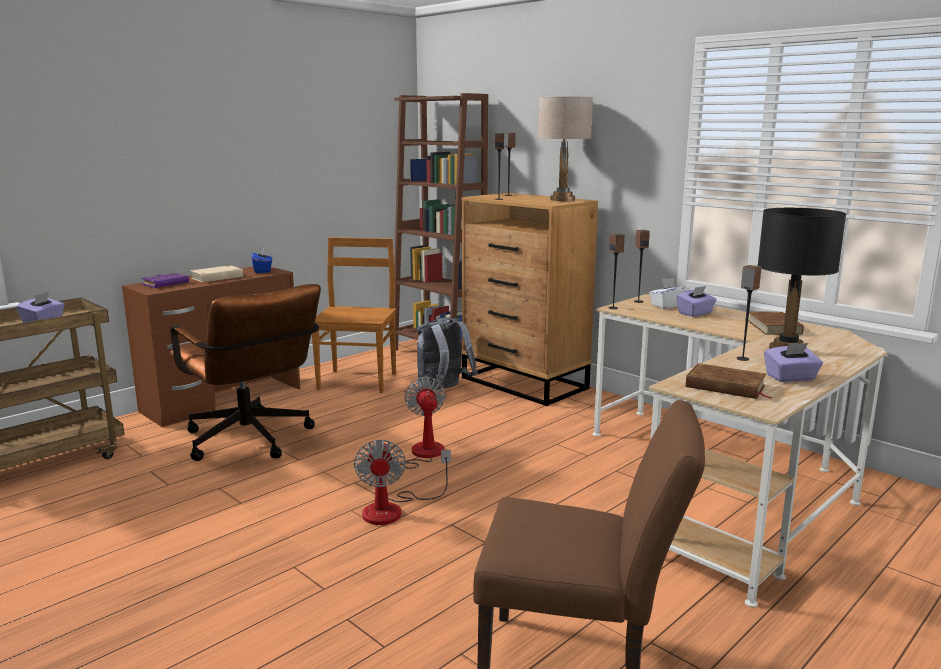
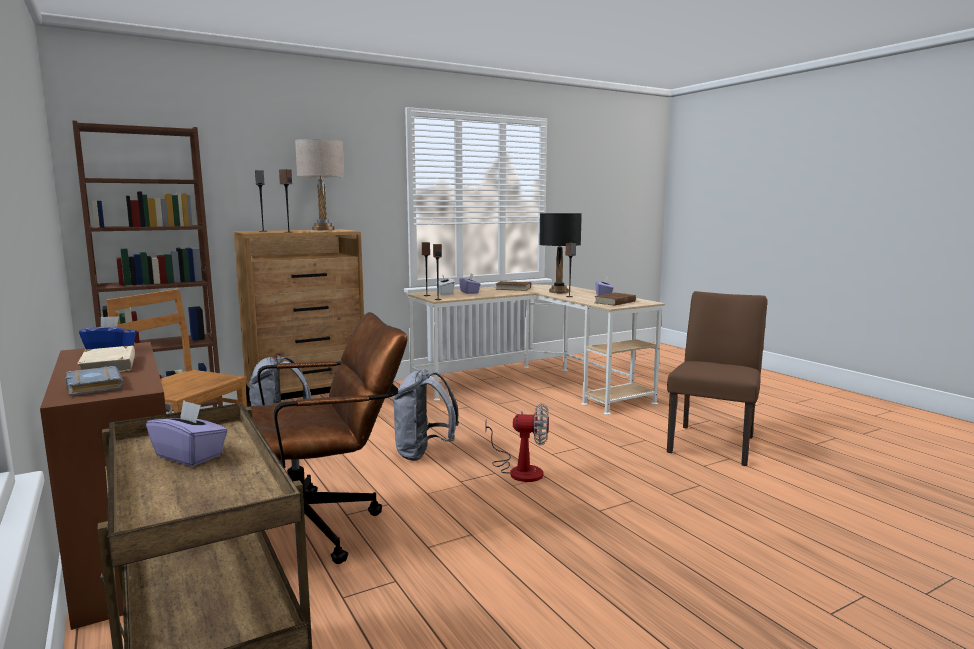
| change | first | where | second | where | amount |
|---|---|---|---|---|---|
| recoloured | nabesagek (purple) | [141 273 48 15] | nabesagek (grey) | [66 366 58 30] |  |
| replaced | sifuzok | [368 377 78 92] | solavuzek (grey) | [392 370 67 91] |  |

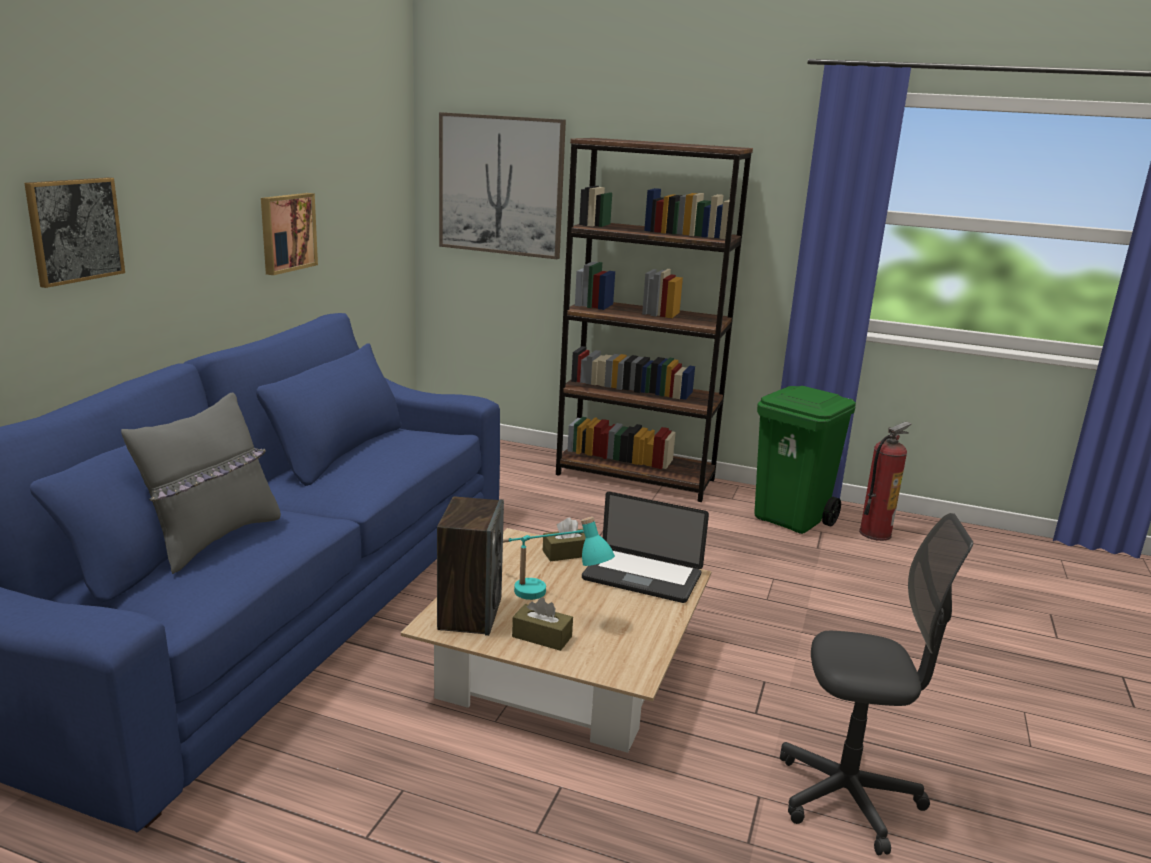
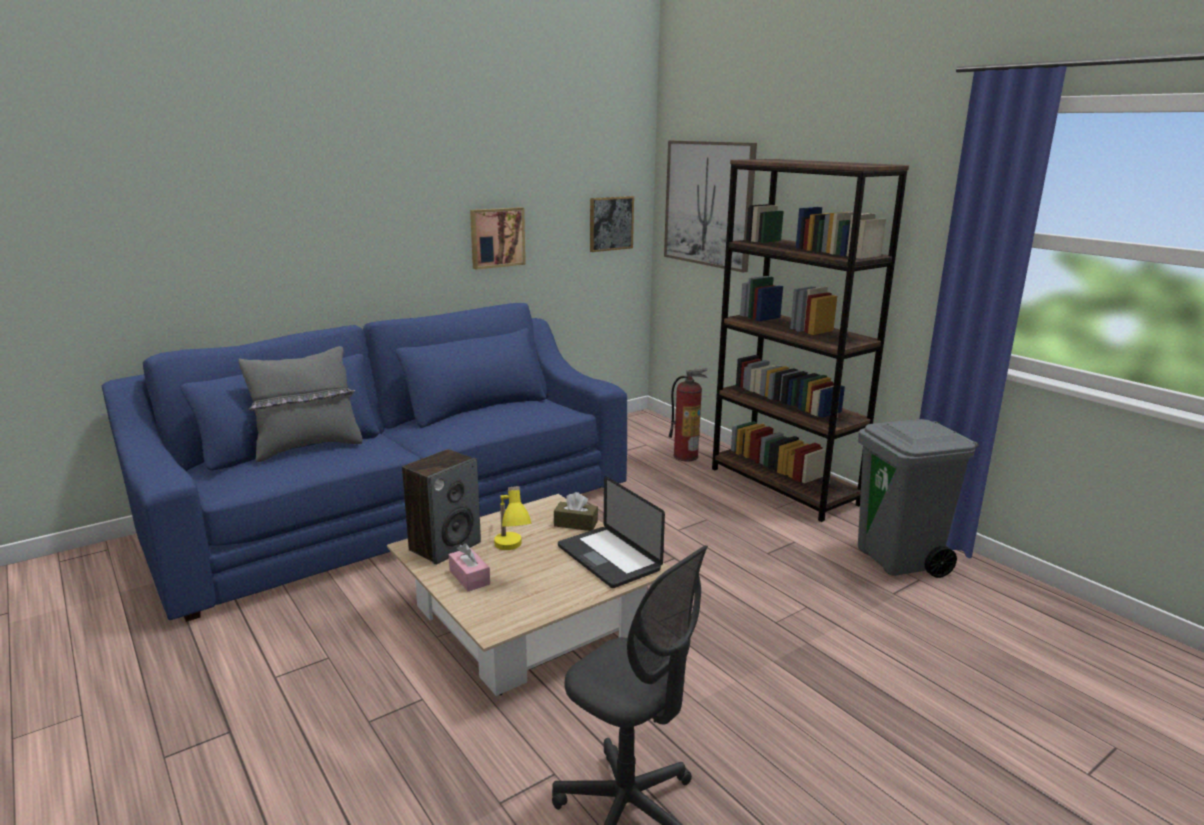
| change | first | where | second | where | amount |
|---|---|---|---|---|---|
| moved | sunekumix | [24 177 101 111] |  | [590 196 44 56] |  |
| recoloured | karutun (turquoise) | [503 517 112 83] | karutun (yellow) | [494 486 37 64] |  |
| recoloured | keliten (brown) | [512 597 61 54] | keliten (pink) | [449 543 41 48] |  |
| recoloured | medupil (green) | [754 386 102 148] | medupil (grey) | [858 419 121 159] |  |
| moved | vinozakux | [859 422 52 119] |  | [669 368 39 93] |  |

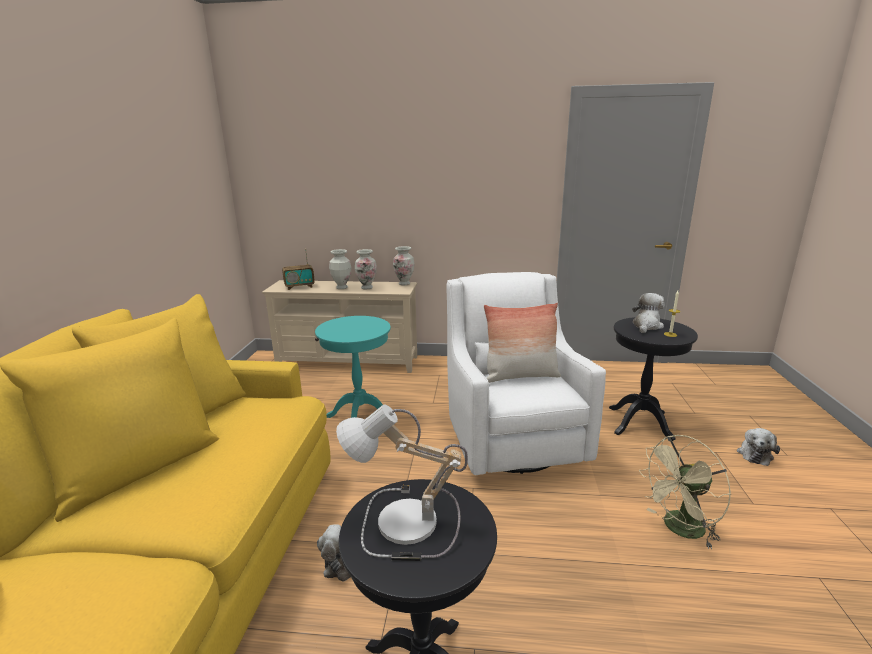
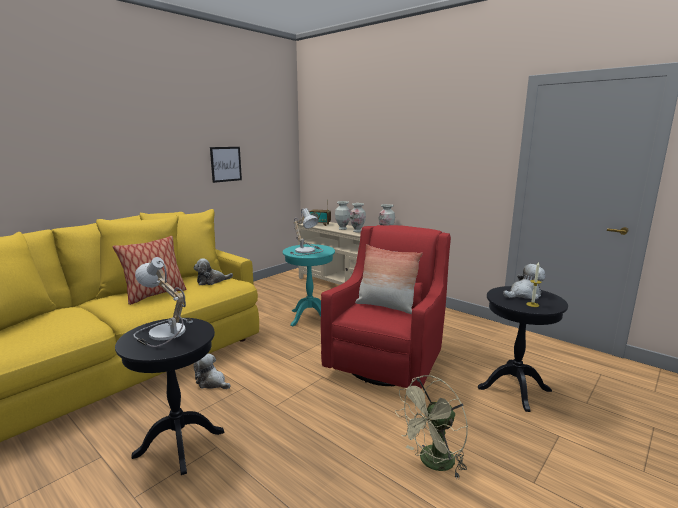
| change | first | where | second | where | amount |
|---|---|---|---|---|---|
| recoloured | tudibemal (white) | [446 272 160 203] | tudibemal (red) | [321 225 130 164] |  |
| turned | sifuzok (beige) | [639 435 92 115] |  | [395 375 73 104] | 45 degrees counterclockwise |
| moved | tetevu | [737 428 43 38] |  | [194 258 39 27] |  |
| added |  |  | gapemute | [113 236 74 69] |  |
| added |  |  | sunekumix | [210 147 32 36] |  |
| added |  |  | karutun | [290 208 33 48] |  |

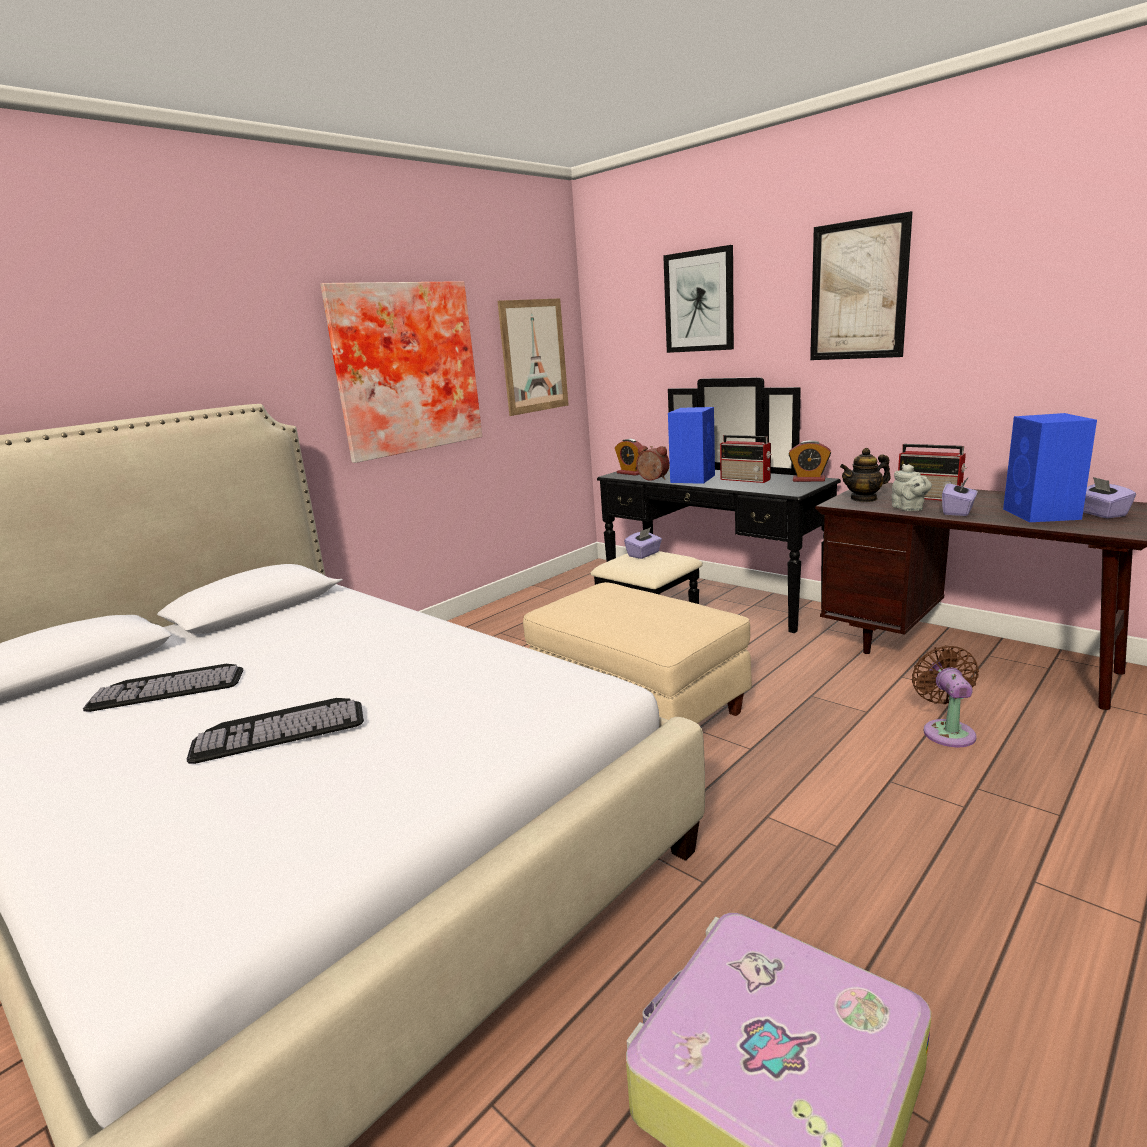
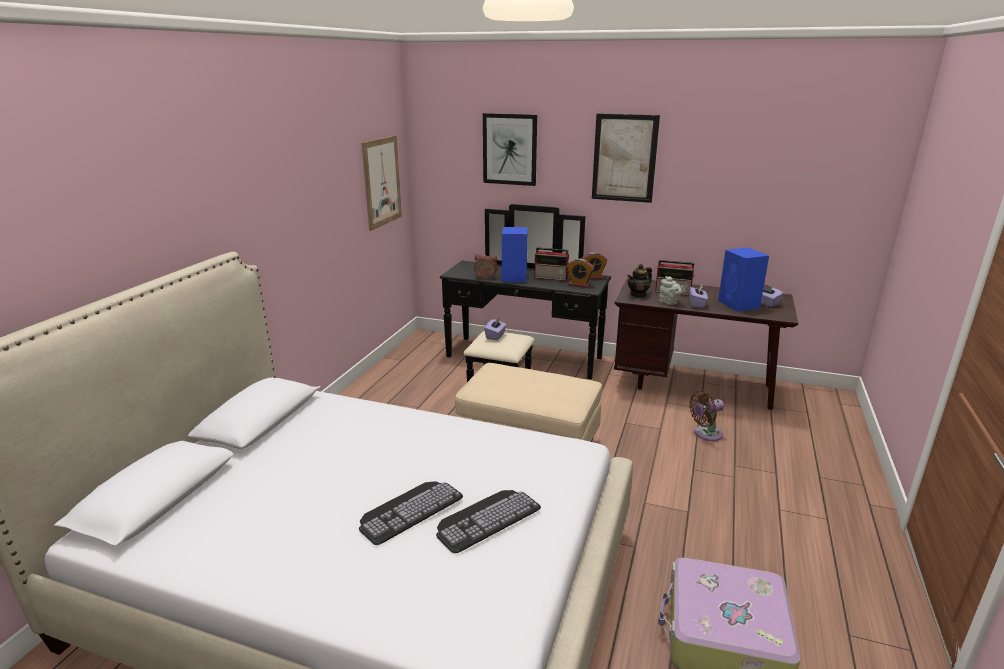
| change | first | where | second | where | amount |
|---|---|---|---|---|---|
| moved | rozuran | [83 664 160 48] |  | [436 490 105 63] |  |
| removed | sunekumix | [320 281 162 182] |  |  |  |
| moved | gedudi | [615 439 28 37] |  | [567 259 27 29] |  |
| turned | sifuzok (brown) | [912 645 67 102] |  | [689 391 35 50] | 90 degrees counterclockwise |

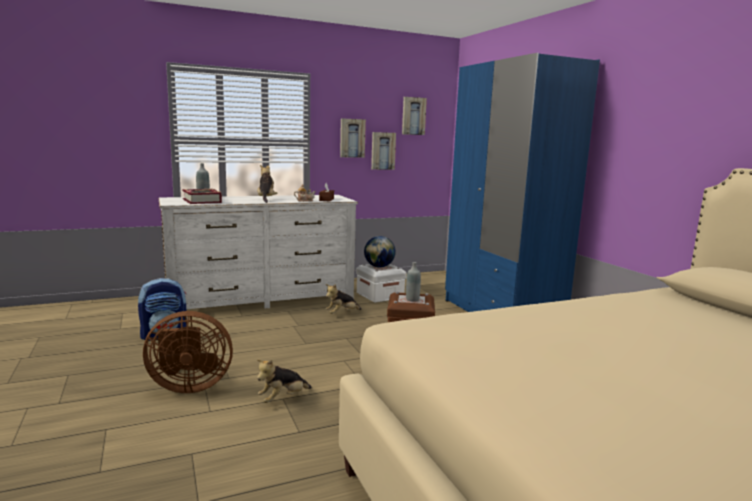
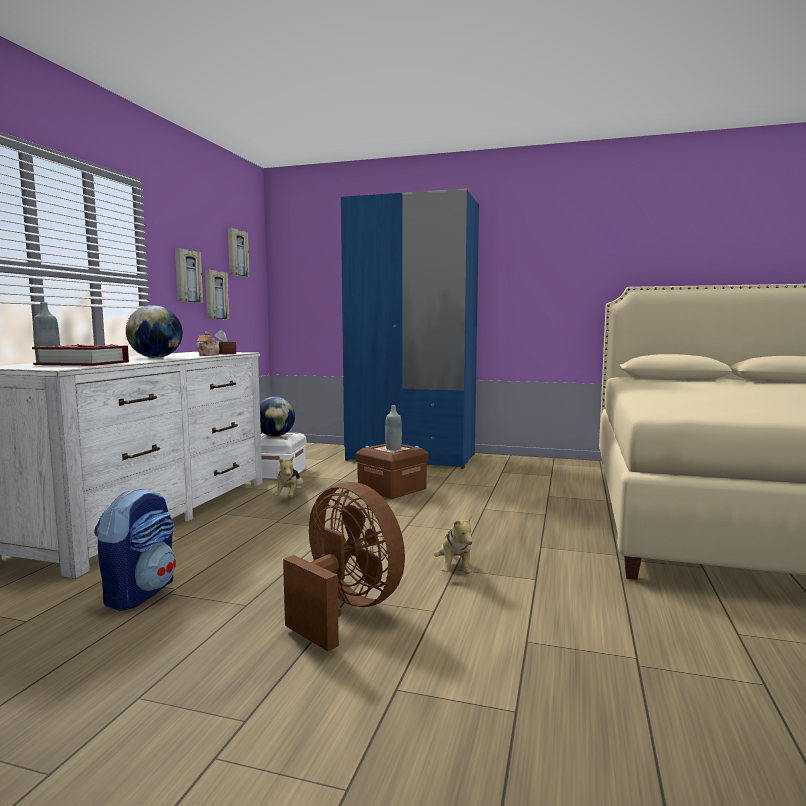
| change | first | where | second | where | amount |
|---|---|---|---|---|---|
| turned | sifuzok (brown) | [143 311 90 82] |  | [283 482 122 169] | 75 degrees counterclockwise |
| replaced | tetevu | [257 165 20 38] | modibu | [126 305 57 53] |  |

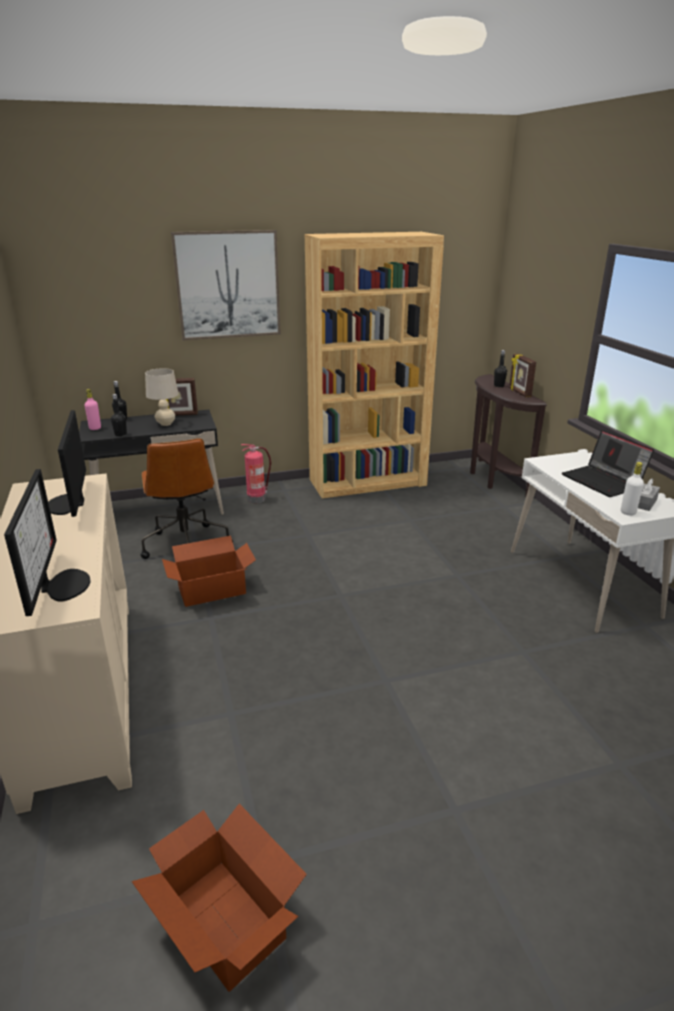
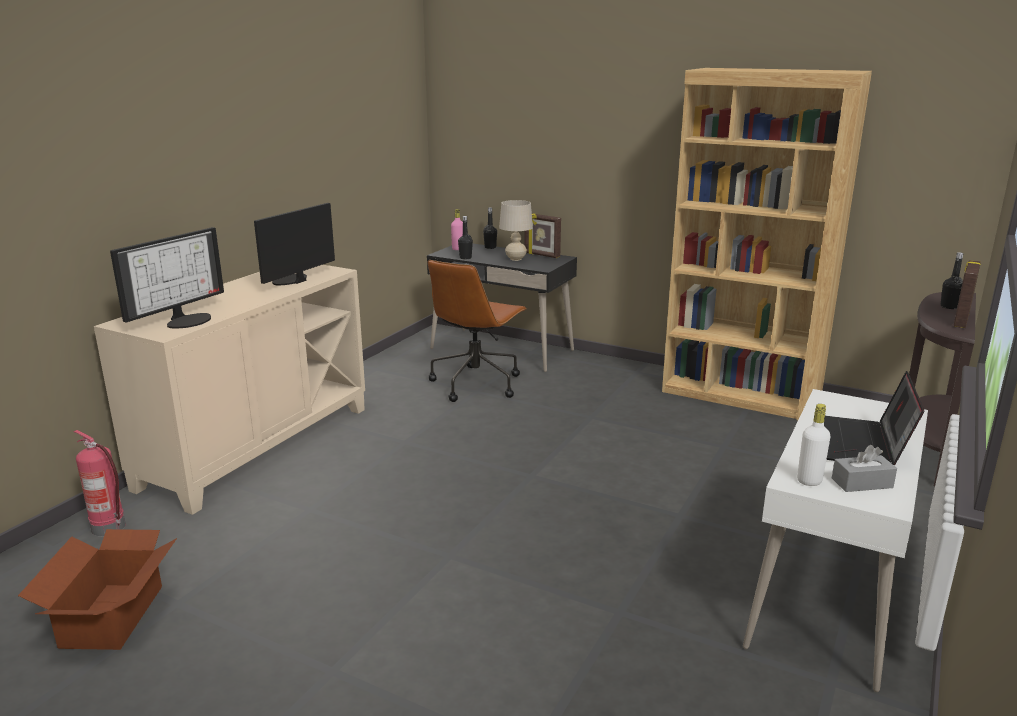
| change | first | where | second | where | amount |
|---|---|---|---|---|---|
| removed | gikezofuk | [162 536 94 71] |  |  |  |
| removed | sunekumix | [171 230 110 110] |  |  |  |
| moved | vinozakux | [241 444 30 59] |  | [73 430 53 106] |  |

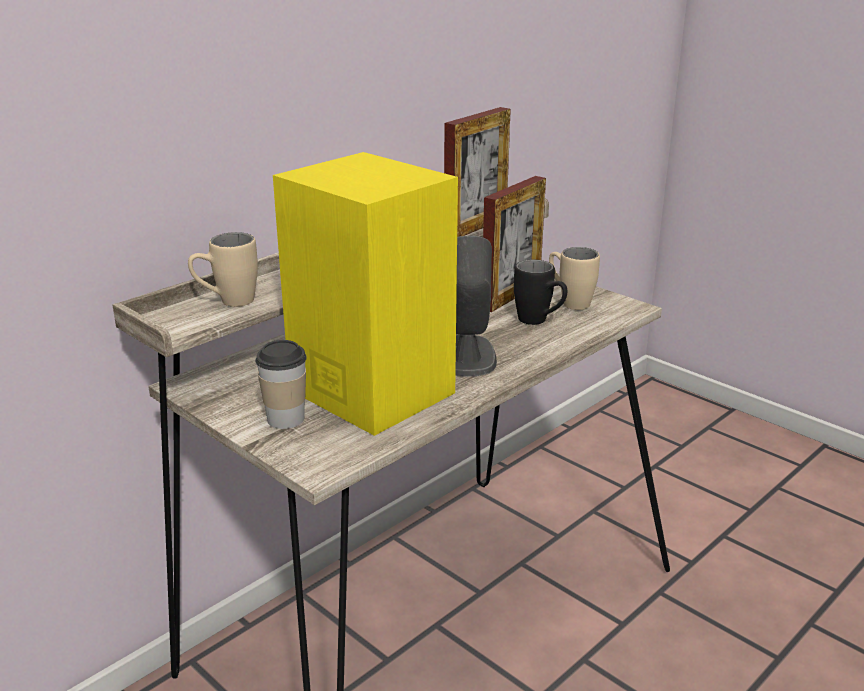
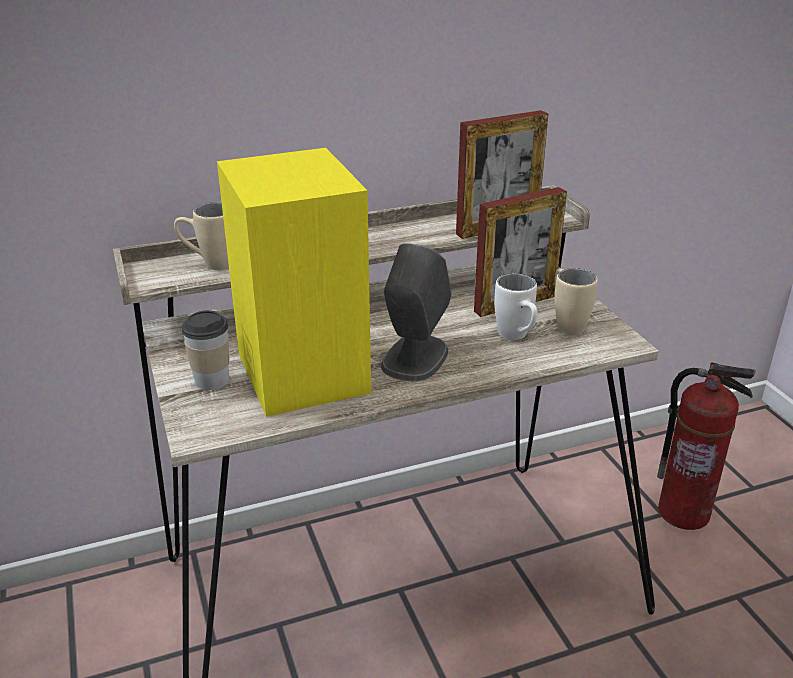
| change | first | where | second | where | amount |
|---|---|---|---|---|---|
| recoloured | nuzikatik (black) | [514 260 53 65] | nuzikatik (white) | [494 273 43 67] |  |
| added |  |  | vinozakux | [657 362 98 168] |  |

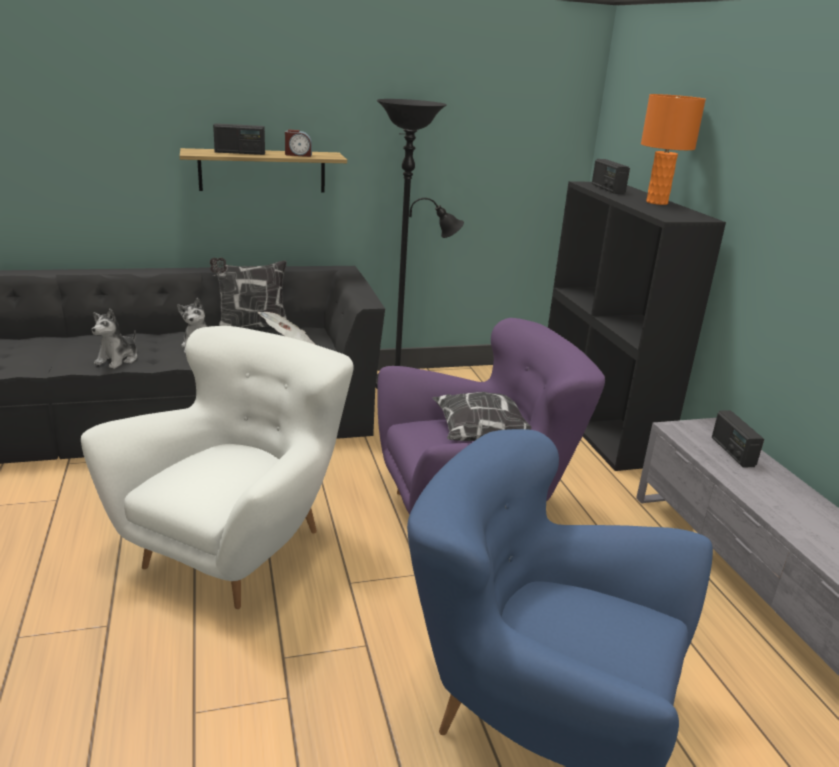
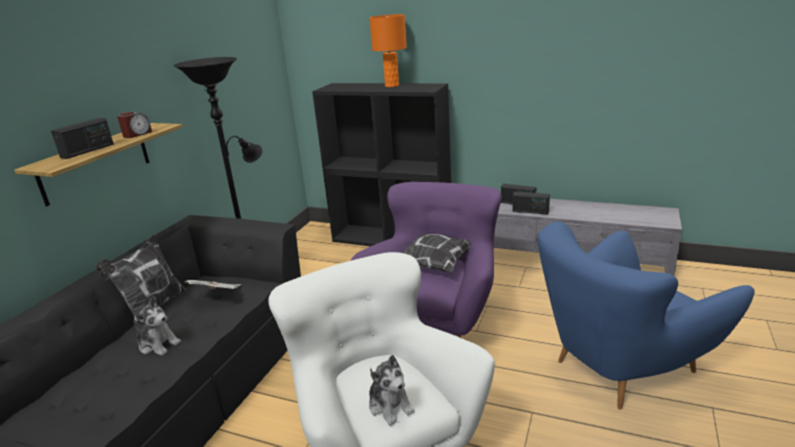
| change | first | where | second | where | amount |
|---|---|---|---|---|---|
| moved | tetevu | [92 309 45 60] |  | [369 355 46 70] |  |
| moved | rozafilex | [592 159 38 35] |  | [513 191 37 24] |  |

